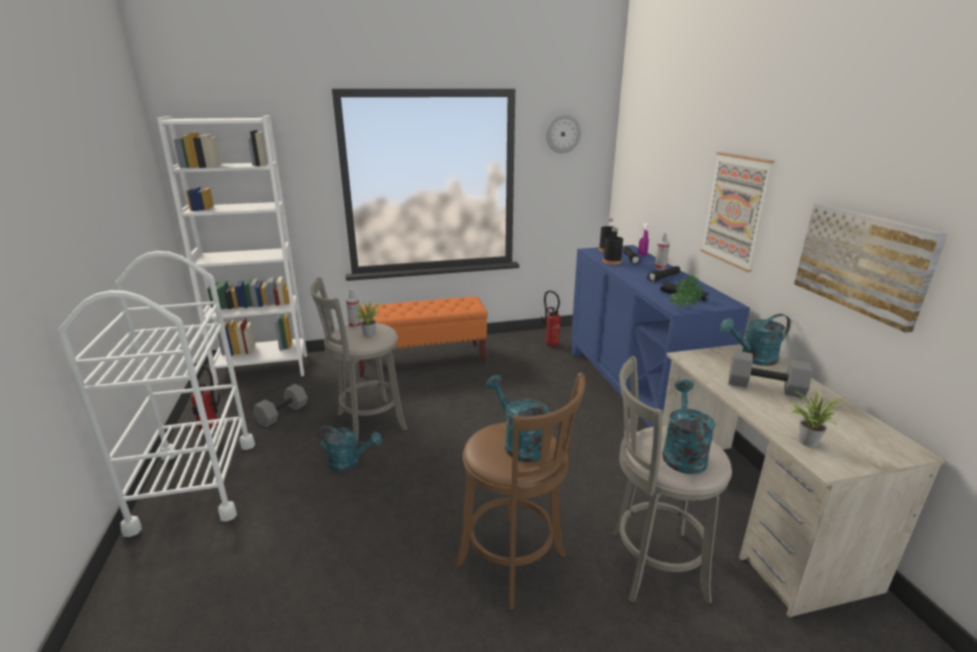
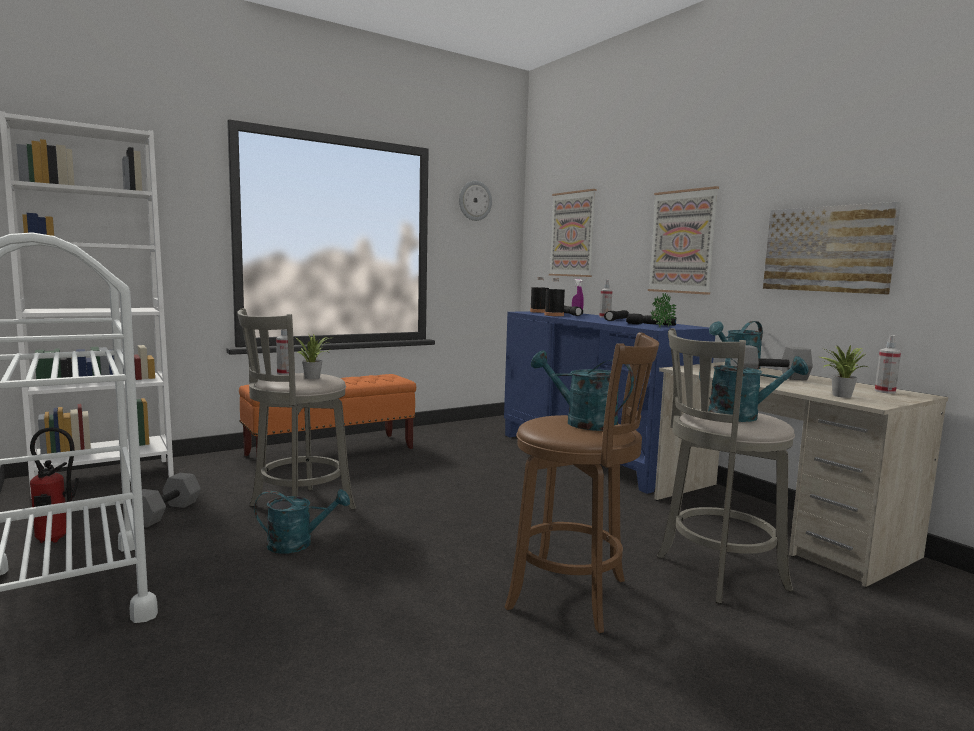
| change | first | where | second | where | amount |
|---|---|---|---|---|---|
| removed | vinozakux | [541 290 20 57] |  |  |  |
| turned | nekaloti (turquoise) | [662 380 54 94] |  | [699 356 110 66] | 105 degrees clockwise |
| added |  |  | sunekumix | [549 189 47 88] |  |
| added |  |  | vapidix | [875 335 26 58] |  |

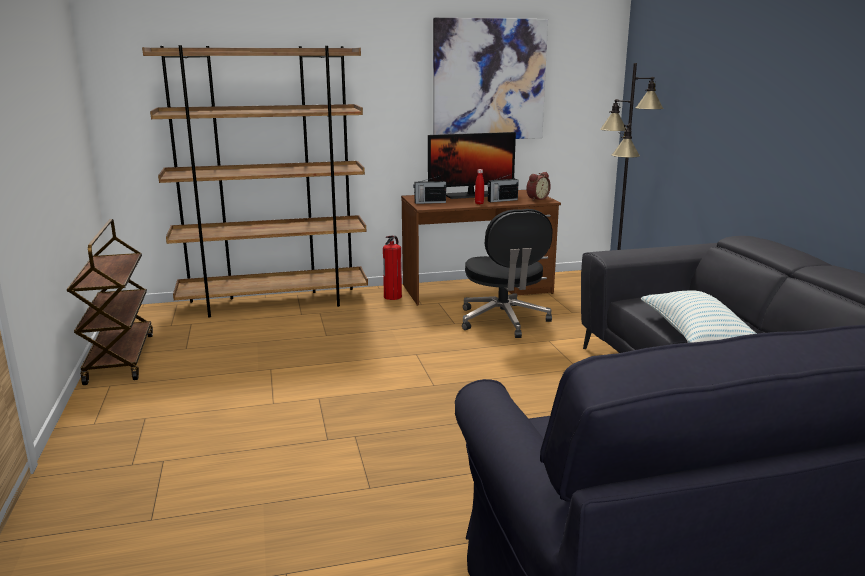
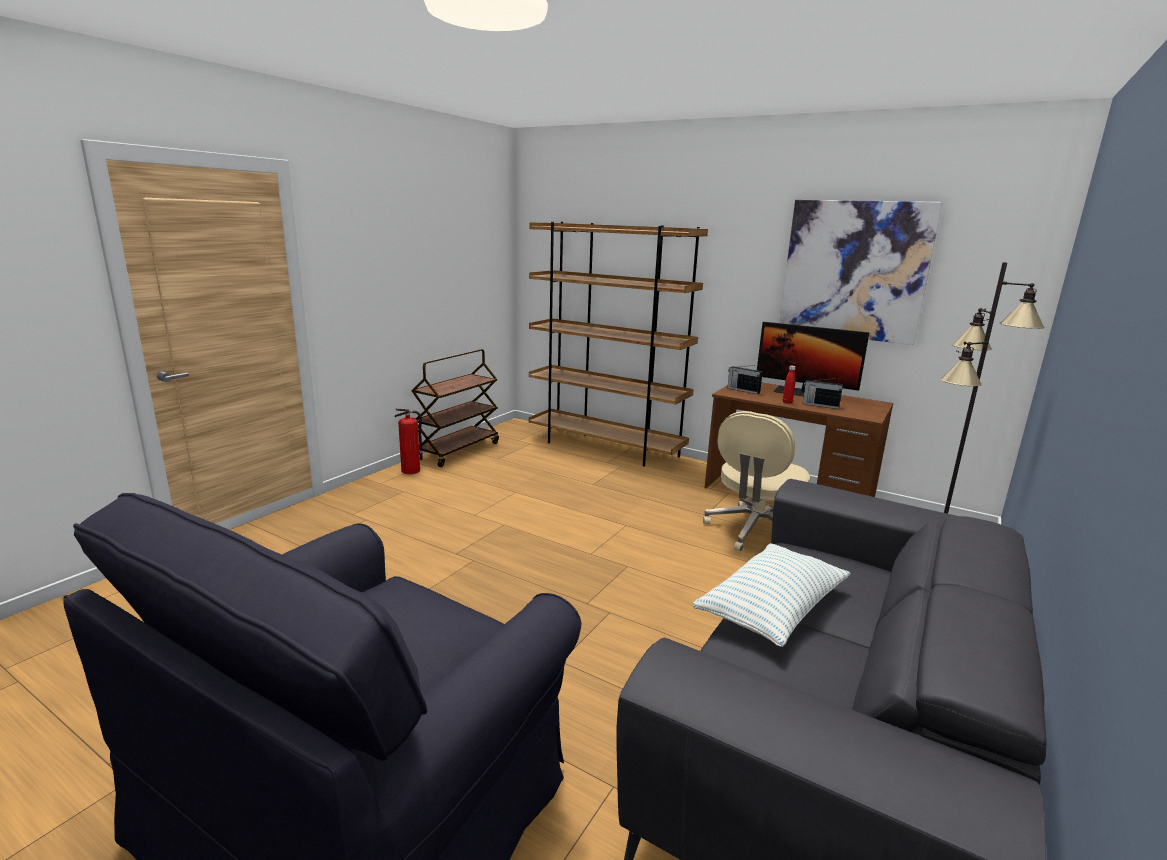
| change | first | where | second | where | amount |
|---|---|---|---|---|---|
| moved | vinozakux | [383 235 19 65] |  | [395 409 28 65] |  |
| recoloured | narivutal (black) | [462 209 90 129] | narivutal (beige) | [703 411 107 141] |  |
| removed | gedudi | [526 172 25 28] |  |  |  |

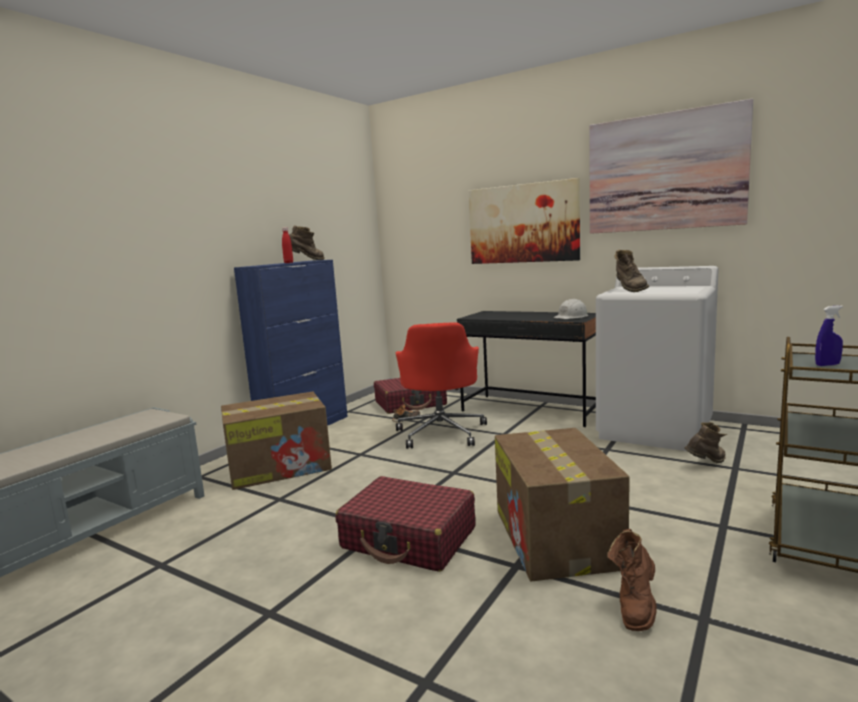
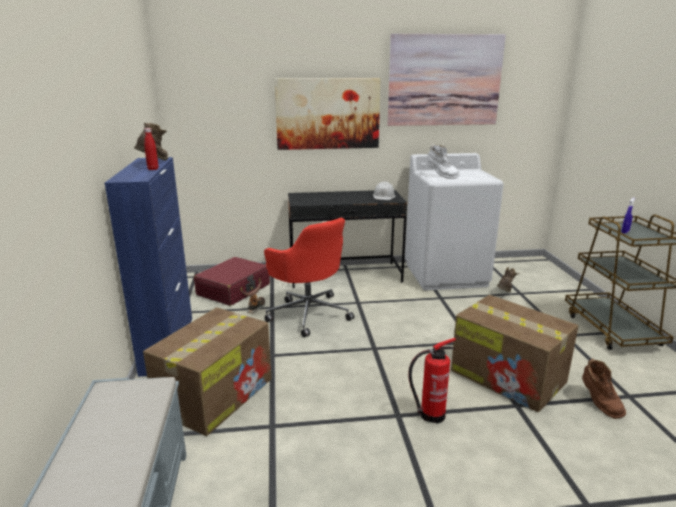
| change | first | where | second | where | amount |
|---|---|---|---|---|---|
| replaced | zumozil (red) | [335 476 141 96] | vinozakux | [408 338 48 86] |  |
| recoloured | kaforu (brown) | [614 249 35 43] | kaforu (white) | [426 145 33 34] |  |

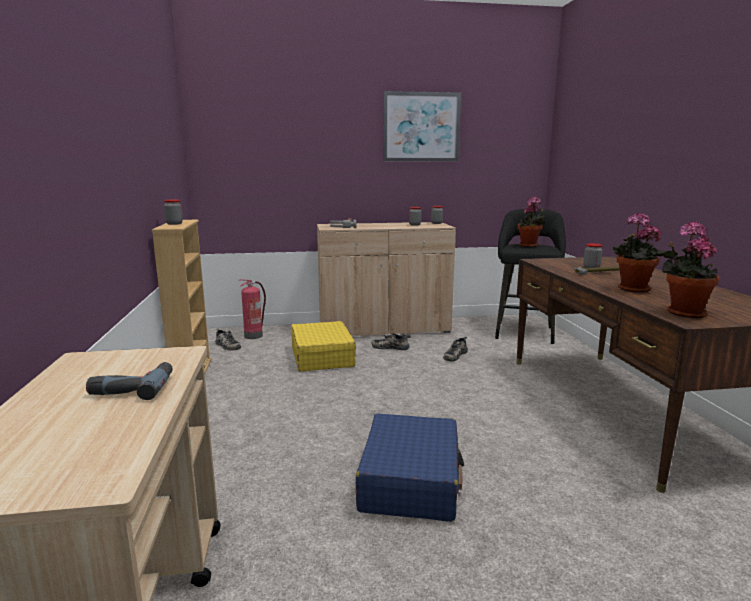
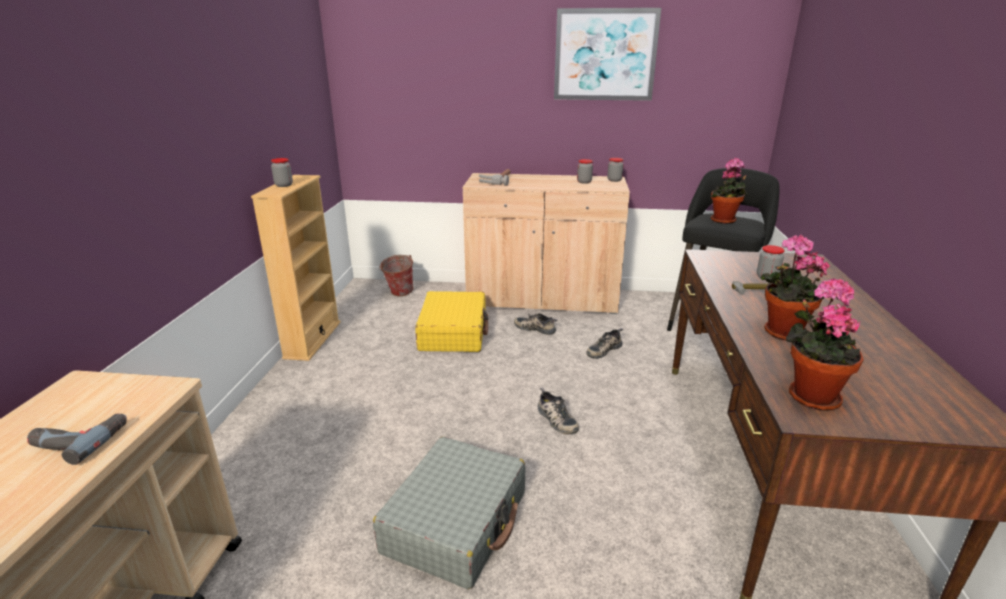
| change | first | where | second | where | amount |
|---|---|---|---|---|---|
| moved | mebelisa | [215 329 26 21] |  | [538 387 41 48] |  |
| replaced | vinozakux | [239 280 27 59] | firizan | [379 255 34 41] |  |
| recoloured | zumozil (blue) | [356 413 108 109] | zumozil (grey) | [373 437 152 152] |  |

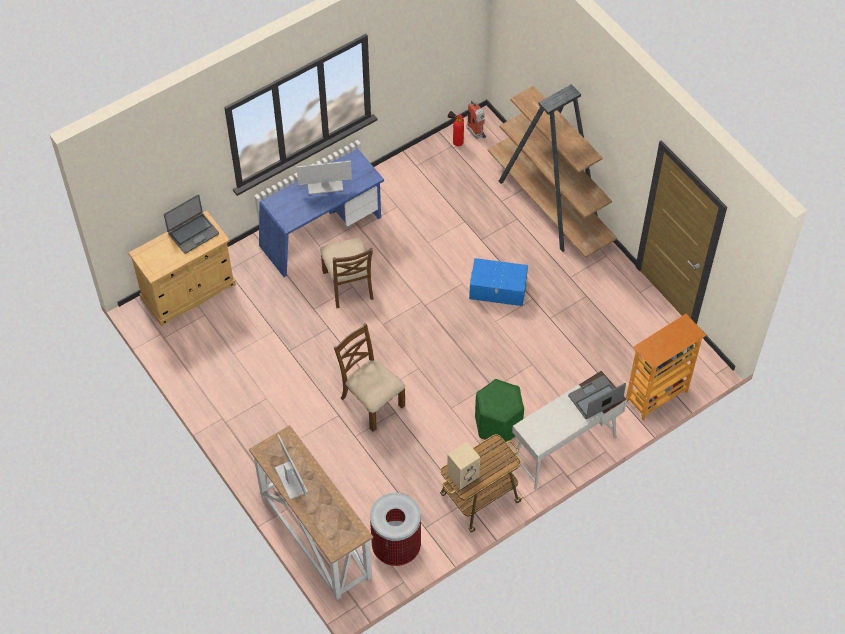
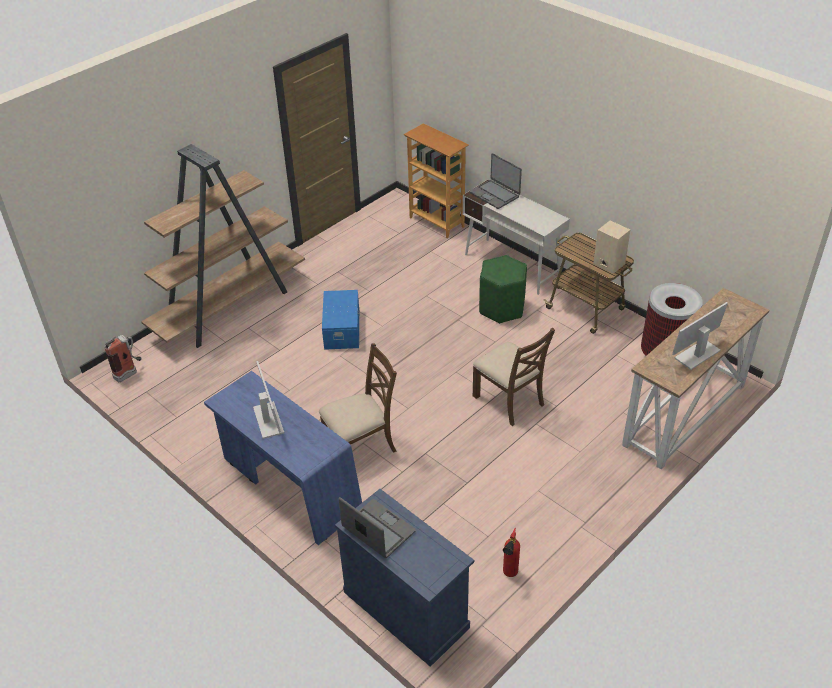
| change | first | where | second | where | amount |
|---|---|---|---|---|---|
| recoloured | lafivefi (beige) | [128 211 108 115] | lafivefi (blue) | [335 489 139 178] |  |
| turned | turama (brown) | [334 323 71 109] |  | [473 328 82 98] | 75 degrees counterclockwise |
| moved | vinozakux | [448 111 16 35] |  | [503 528 17 49] |  |

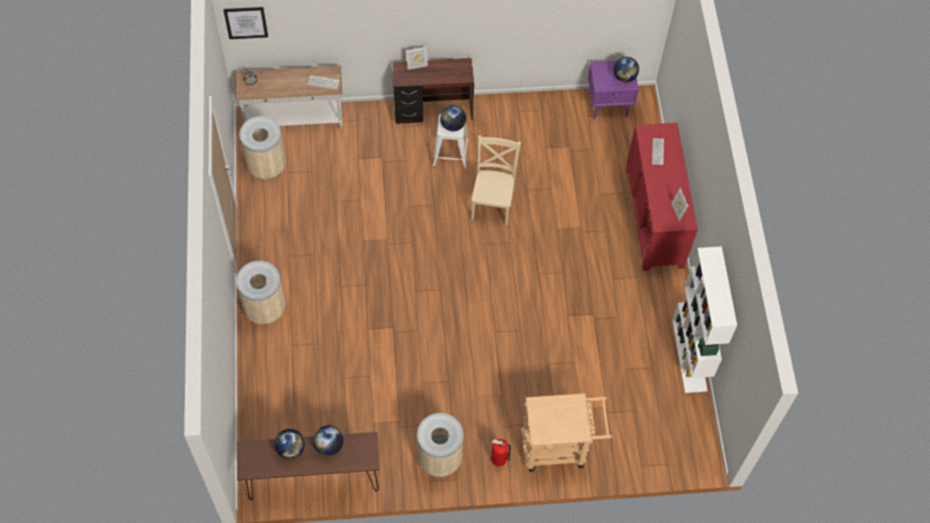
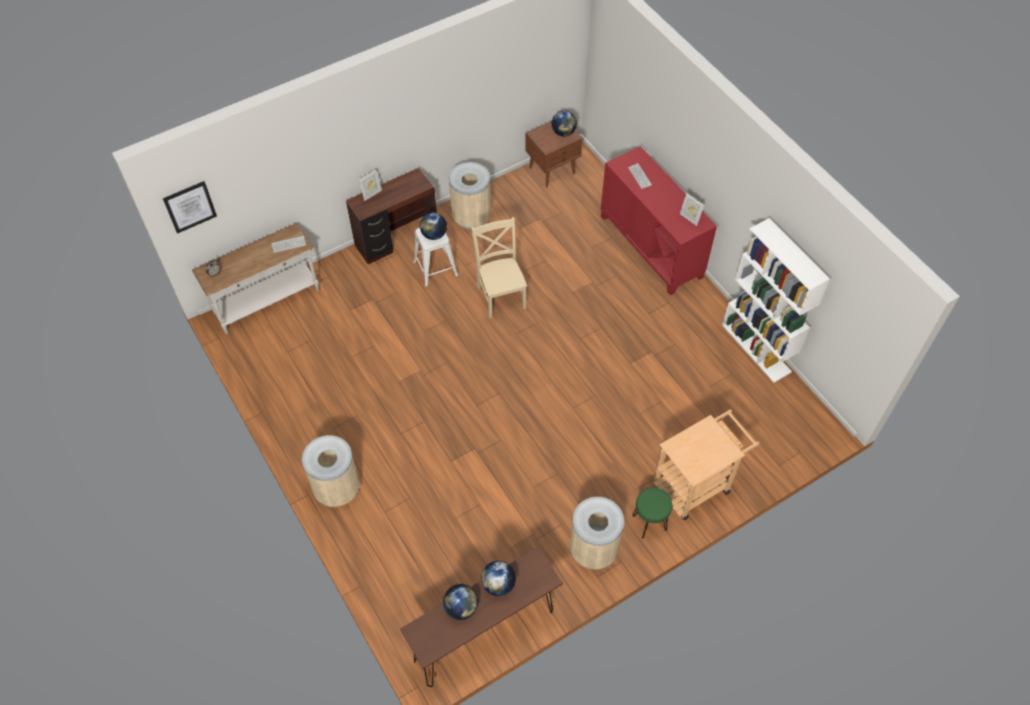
| change | first | where | second | where | amount |
|---|---|---|---|---|---|
| moved | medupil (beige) | [239 116 47 64] |  | [449 162 42 68] |  |
| replaced | vinozakux | [491 439 20 27] | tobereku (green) | [632 488 40 50] |  |
| recoloured | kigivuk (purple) | [588 61 51 59] | kigivuk (brown) | [525 121 57 67] |  |

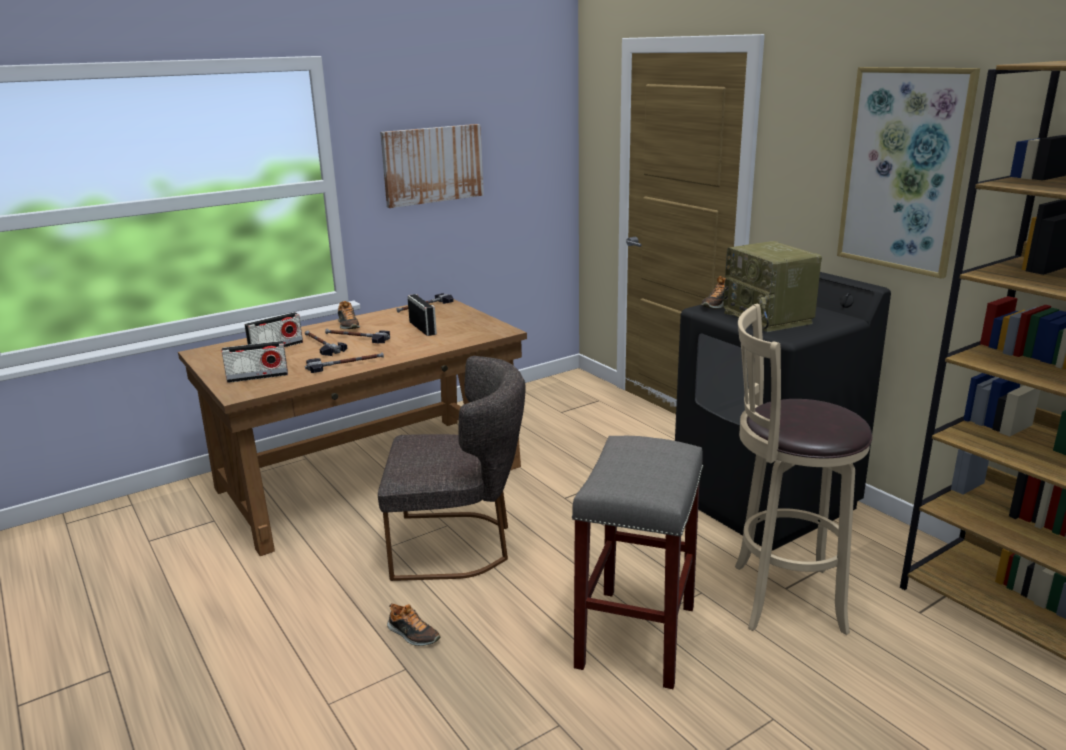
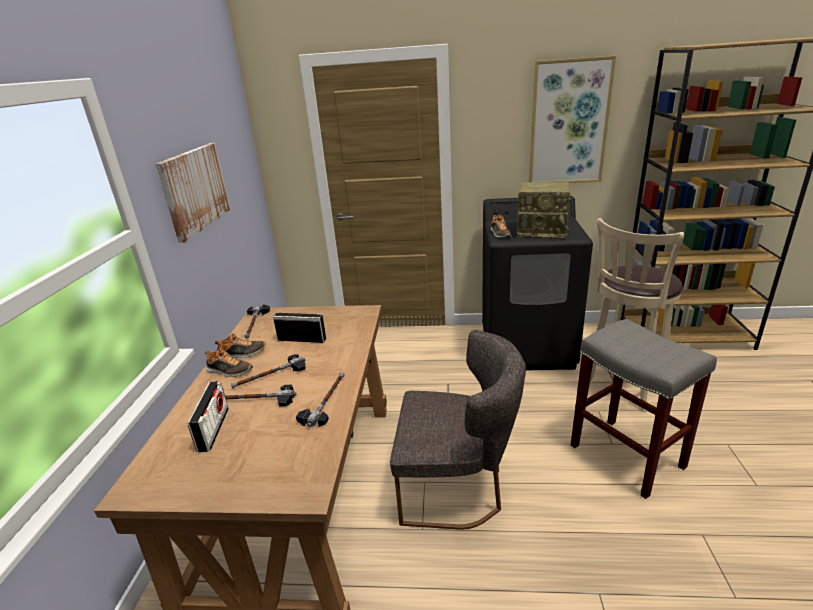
| change | first | where | second | where | amount |
|---|---|---|---|---|---|
| removed | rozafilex | [222 341 66 42] |  |  |  |
| turned | turama (grey) | [378 356 147 225] |  | [390 330 136 200] | 60 degrees clockwise |
| moved | mebelisa | [387 603 54 43] |  | [215 333 50 25] |  |

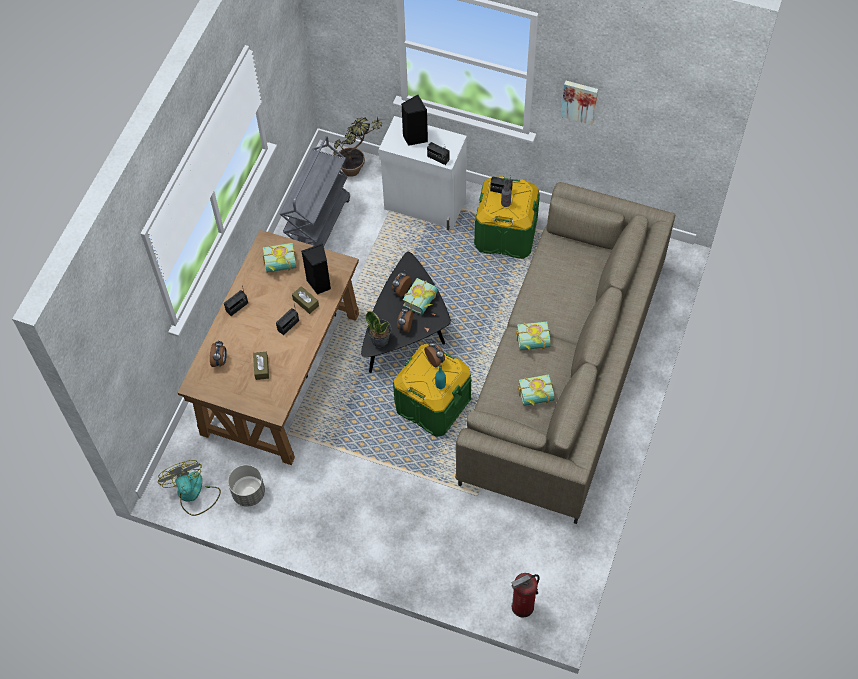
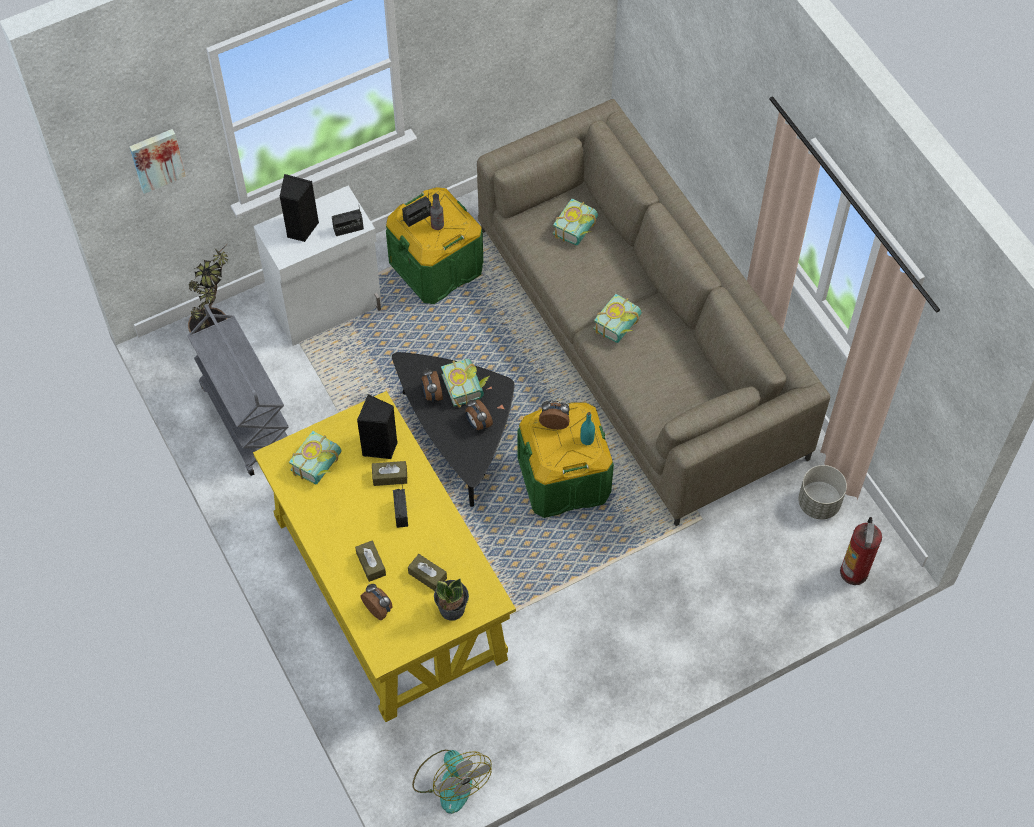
| change | first | where | second | where | amount |
|---|---|---|---|---|---|
| turned | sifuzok | [158 460 63 56] |  | [412 750 80 64] | 135 degrees counterclockwise |
| recoloured | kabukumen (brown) | [178 230 181 235] | kabukumen (yellow) | [253 391 263 331] |  |
| removed | rozafilex | [224 286 24 30] |  |  |  |
| moved | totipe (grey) | [228 465 37 42] |  | [798 465 49 54] |  |
| moved | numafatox | [366 311 25 37] |  | [434 579 35 42] |  |
| moved | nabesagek | [517 374 37 32] |  | [553 199 45 46] |  |
| moved | sunekumix | [561 81 37 44] |  | [129 129 57 65] |  |
| added |  |  | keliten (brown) | [355 540 31 42] |  |

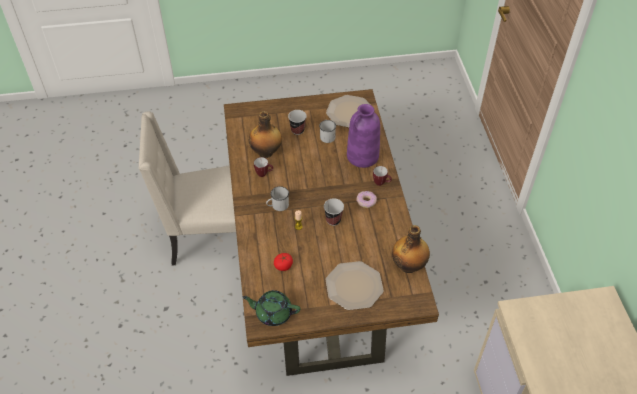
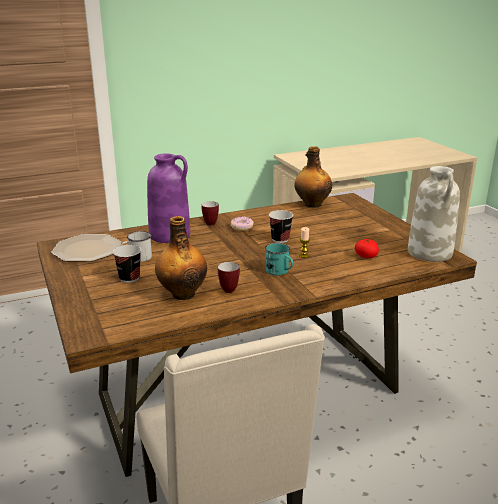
| change | first | where | second | where | amount |
|---|---|---|---|---|---|
| replaced | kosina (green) | [243 290 57 36] | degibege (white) | [408 166 52 96] |  |
| recoloured | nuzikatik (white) | [266 186 23 25] | nuzikatik (turquoise) | [265 243 28 32] |  |
| removed | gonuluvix | [326 261 58 49] |  |  |  |

